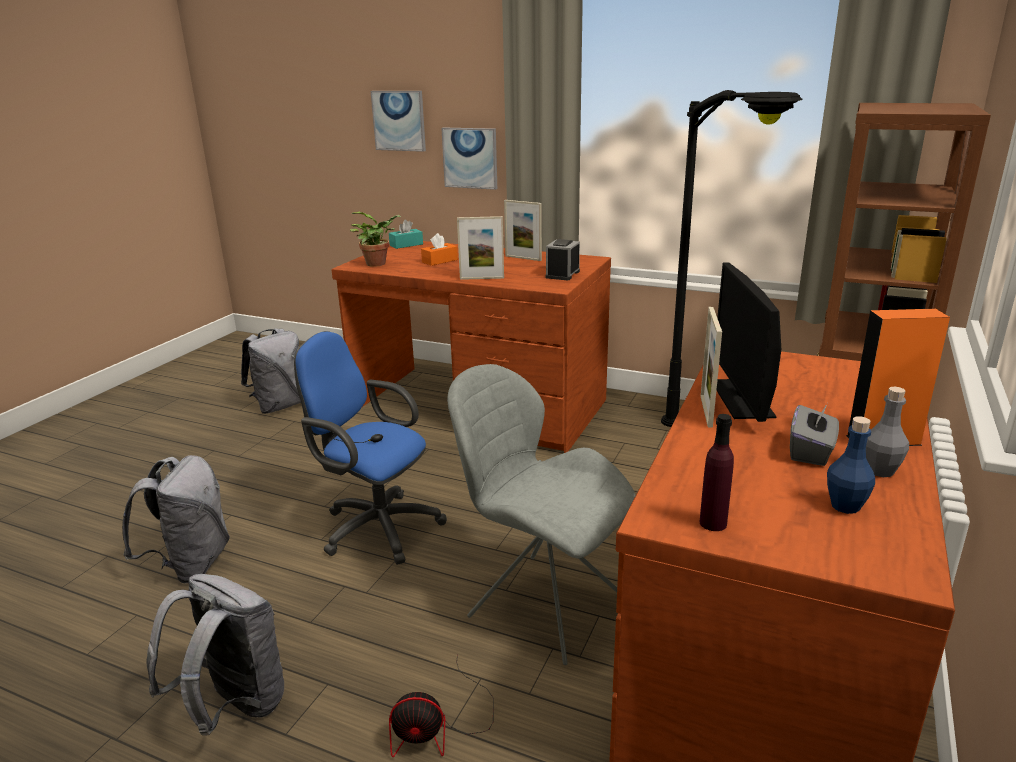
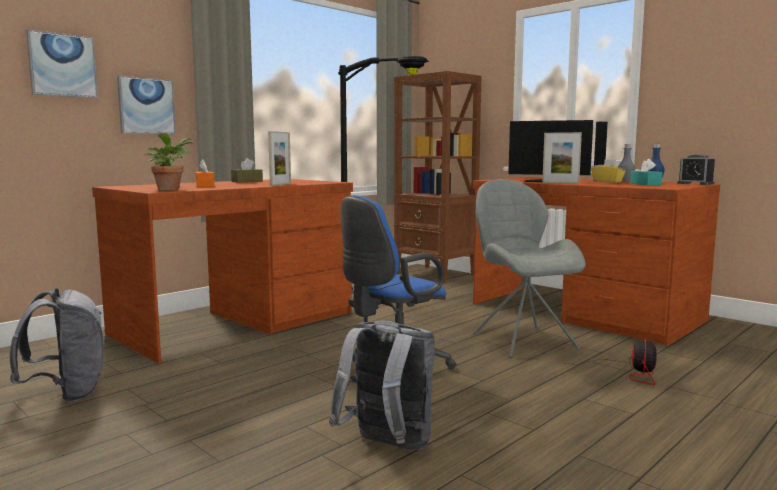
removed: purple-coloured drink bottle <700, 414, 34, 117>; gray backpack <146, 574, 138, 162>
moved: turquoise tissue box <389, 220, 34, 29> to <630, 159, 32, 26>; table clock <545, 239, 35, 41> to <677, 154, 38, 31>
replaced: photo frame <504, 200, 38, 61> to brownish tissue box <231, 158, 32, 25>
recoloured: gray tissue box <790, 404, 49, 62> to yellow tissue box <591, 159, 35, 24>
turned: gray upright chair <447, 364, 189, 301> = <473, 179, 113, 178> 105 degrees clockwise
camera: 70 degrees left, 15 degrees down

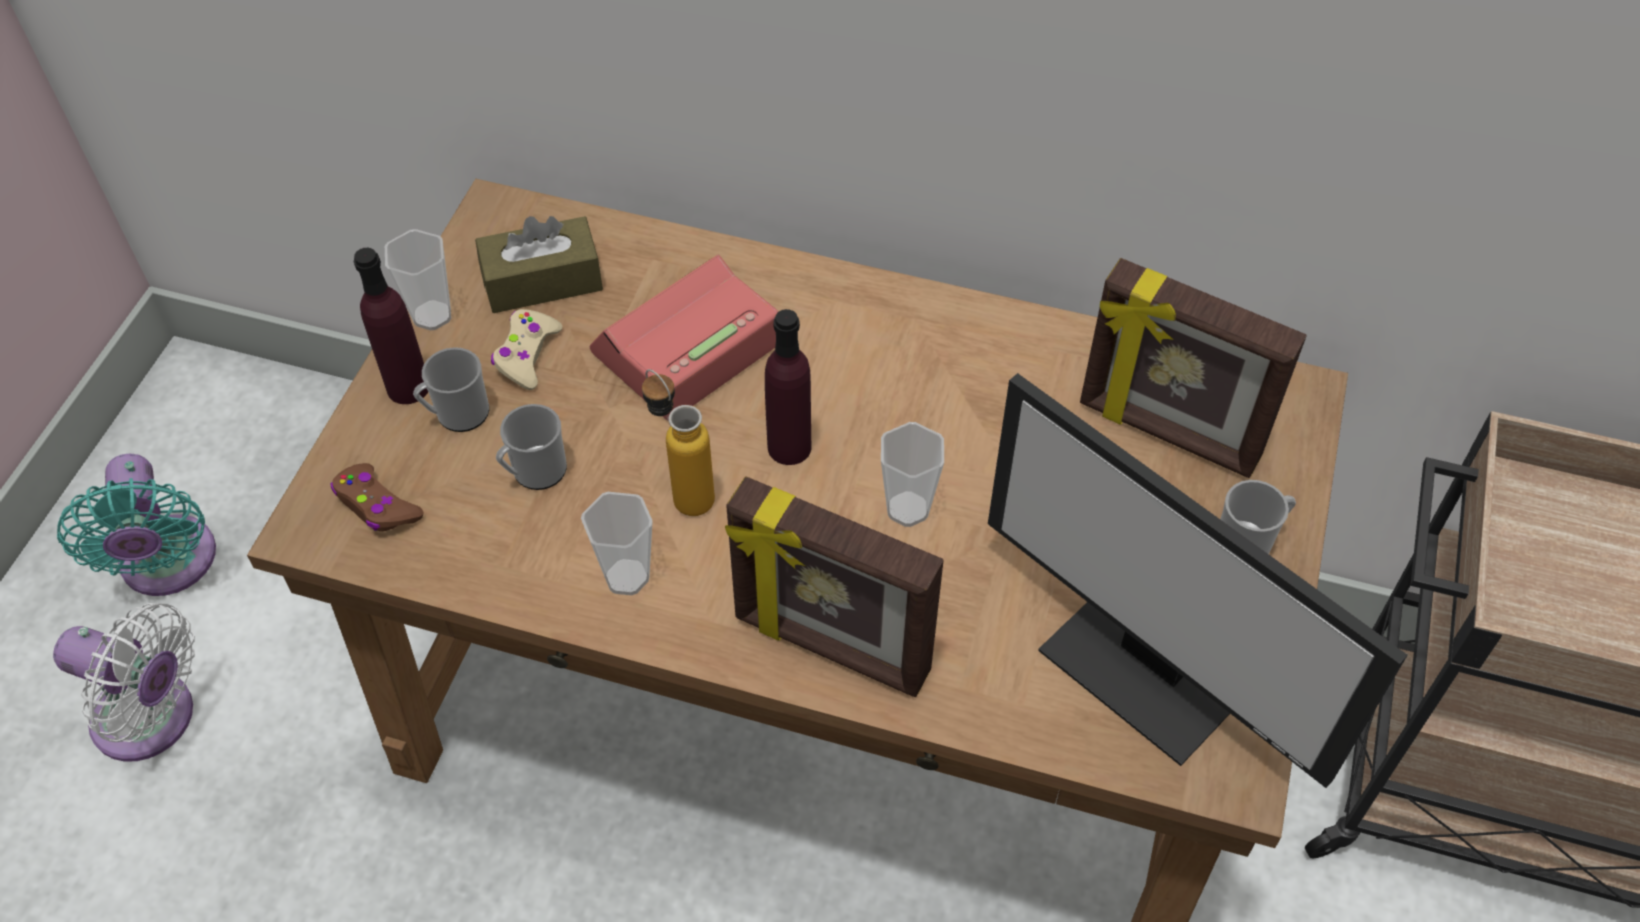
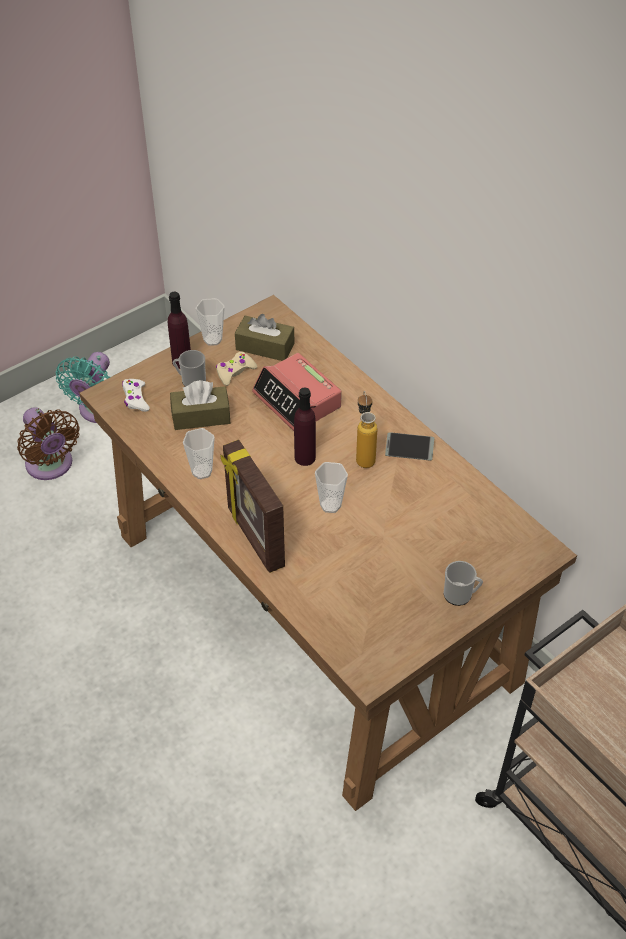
removed: photo frame <1080, 258, 227, 220>; computer screen <988, 373, 420, 415>
added: telephone <385, 432, 49, 28>
moved: drink bottle <642, 369, 73, 147> to <356, 391, 22, 77>
replaced: mug <496, 404, 71, 86> to brownish tissue box <170, 380, 60, 50>
recoloured: brownish joypad <331, 463, 93, 69> to whitish joypad <122, 379, 28, 33>; whitish fan <53, 603, 142, 158> to brownish fan <17, 407, 62, 73>
turned: table clock <590, 255, 189, 166> = <252, 353, 90, 78> 120 degrees counterclockwise
camera: 35 degrees right, 5 degrees down

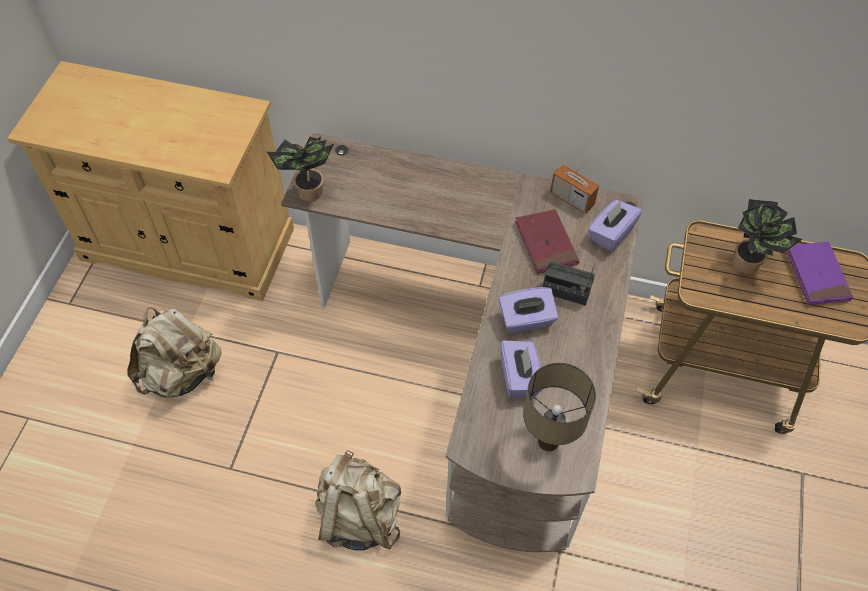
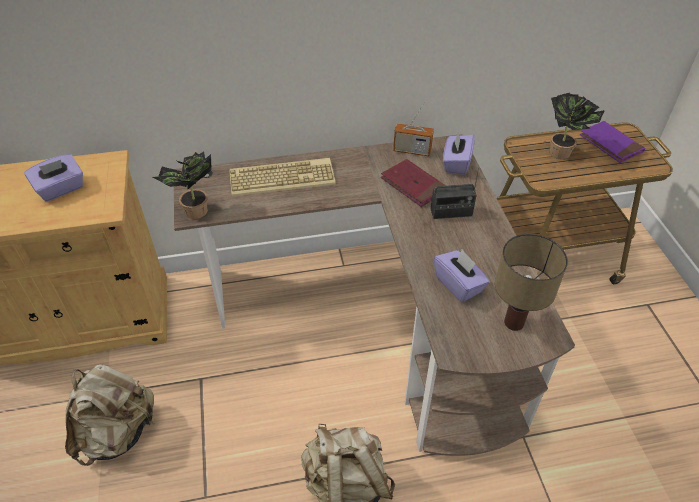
added: keyboard <229, 158, 107, 38>
moved: purple-coloured tissue box <498, 287, 60, 46> to <24, 154, 59, 48>
camera: 25 degrees left, 10 degrees down

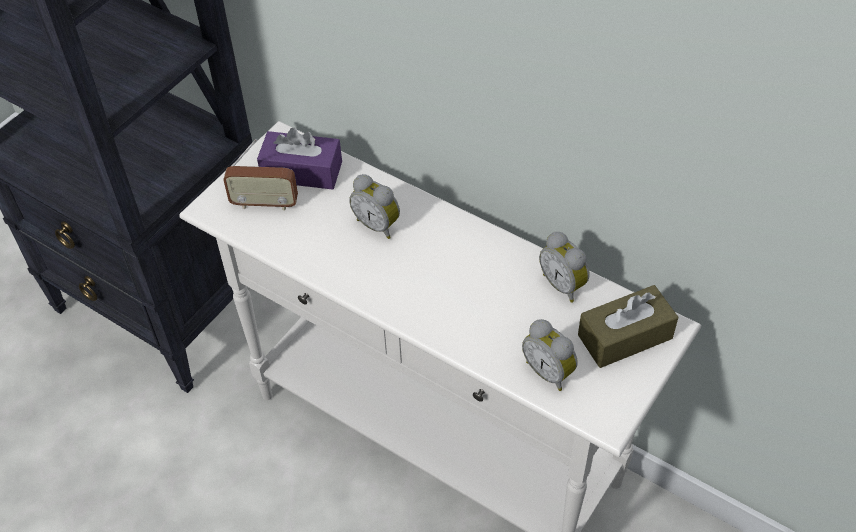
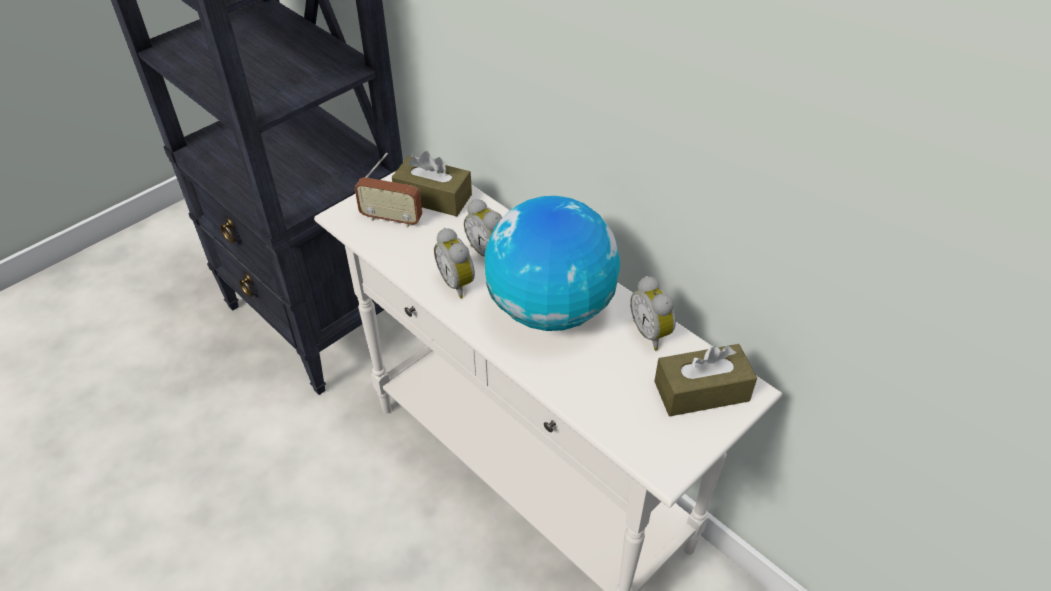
added: globe <485, 196, 135, 135>
moved: table clock <522, 319, 56, 72> to <434, 228, 41, 71>
recoloured: purple-coloured tissue box <257, 128, 85, 62> to brownish tissue box <392, 151, 80, 65>
camera: 10 degrees right, 5 degrees down

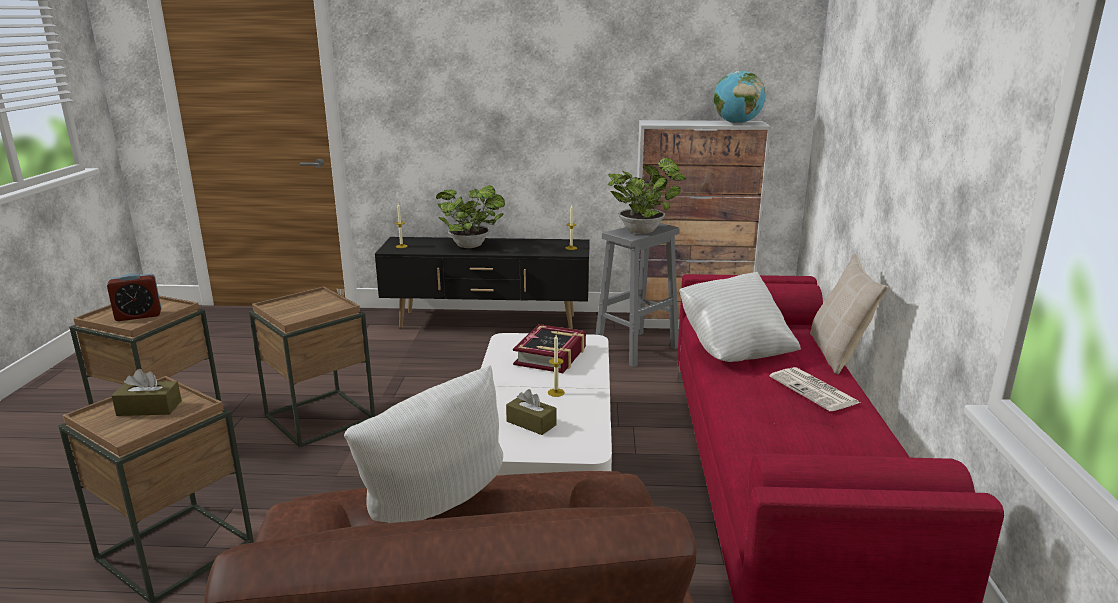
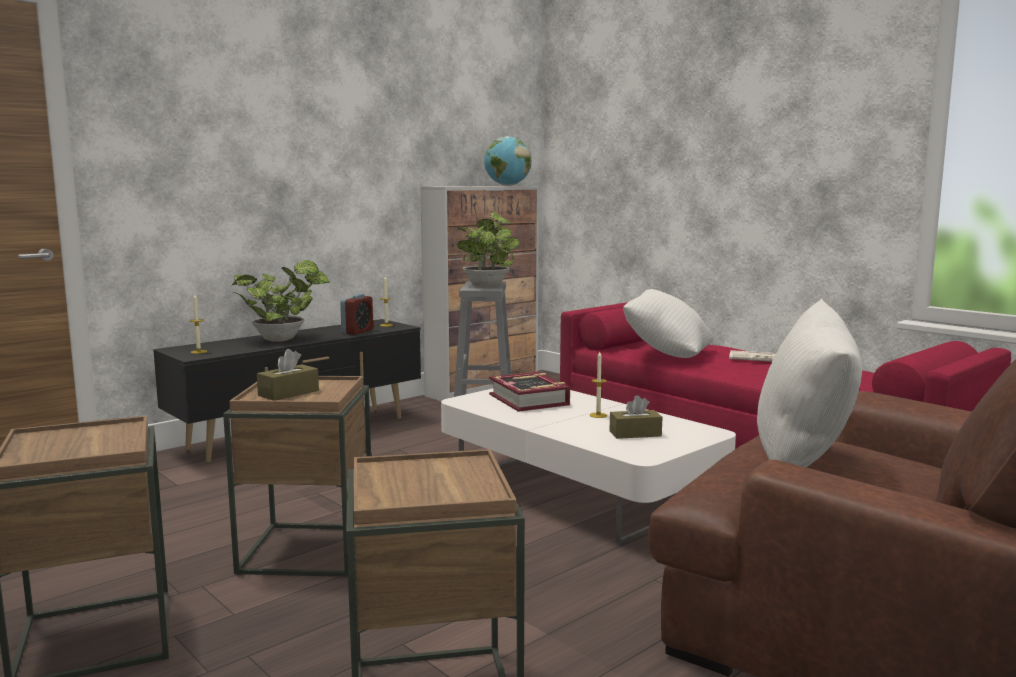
removed: sand-coloured throw pillow <810, 254, 79, 120>
moved: table clock <107, 273, 54, 48> to <340, 294, 33, 41>; brownish tissue box <112, 369, 70, 47> to <257, 349, 62, 52>
camera: 45 degrees left, 10 degrees down

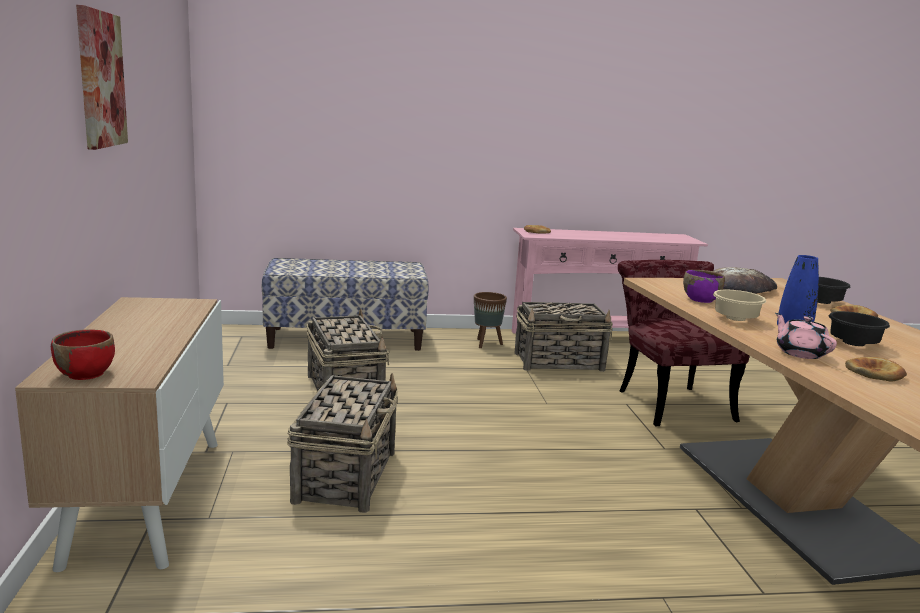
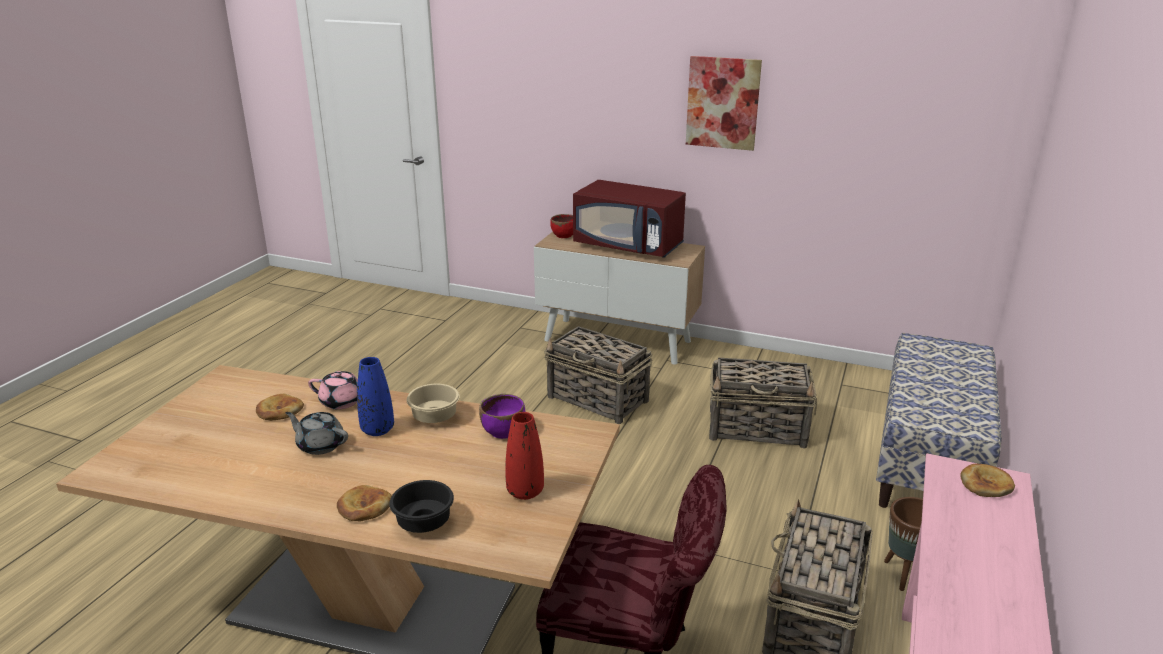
added: red microwave oven <573, 180, 113, 78>
replaced: bread <713, 267, 64, 27> to red vase <505, 412, 39, 88>; blackish deep dish <829, 311, 61, 35> to gray teapot <285, 412, 63, 43>
camera: 120 degrees right, 10 degrees up

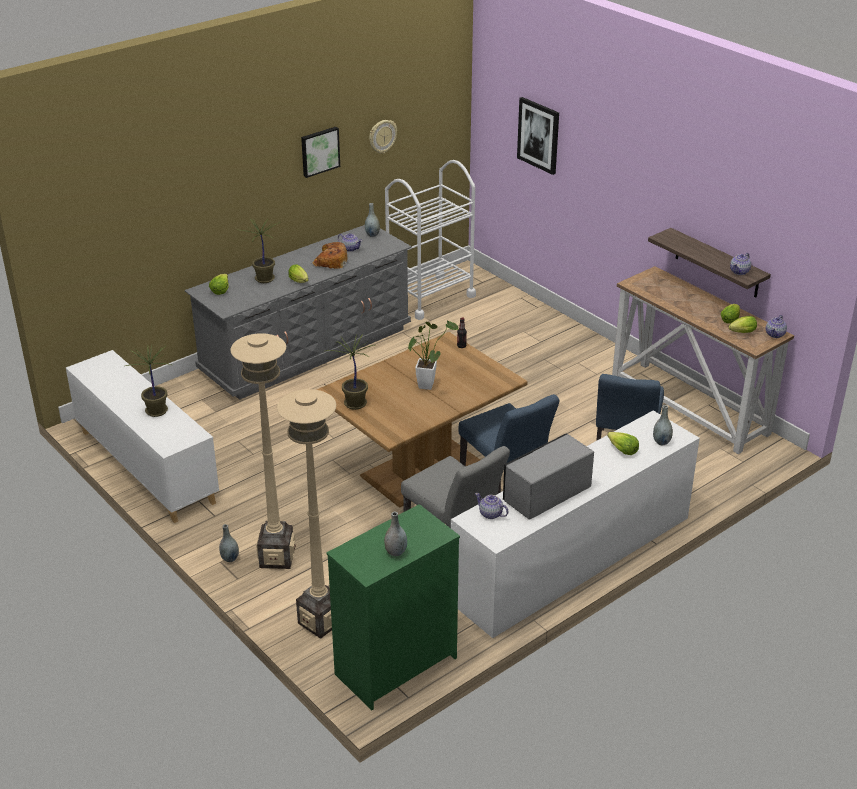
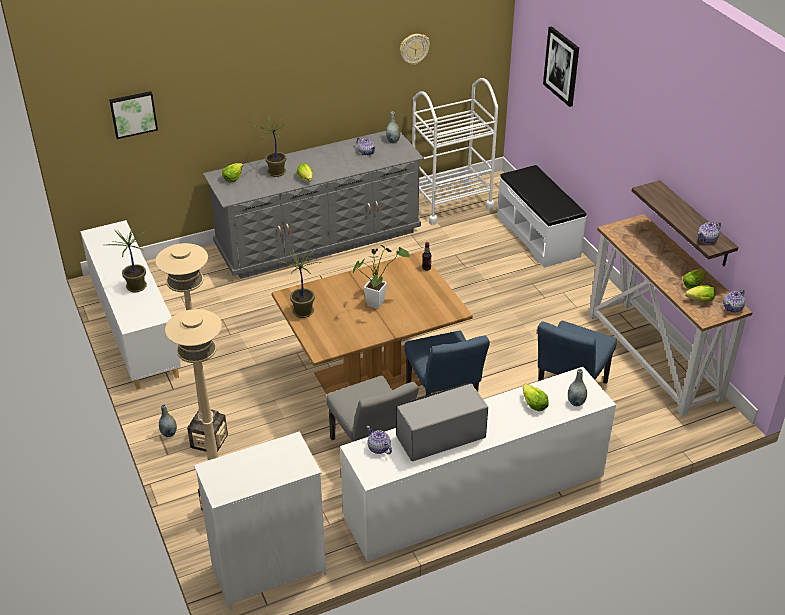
removed: bread <312, 242, 36, 27>; gray vase <384, 512, 23, 44>
added: whitish long seat <497, 165, 90, 103>
moved: wall art <301, 127, 39, 51> to <109, 91, 49, 48>
recoloured: greenish drawer chest <326, 504, 134, 206> to whitish drawer chest <194, 432, 133, 178>
camera: 15 degrees right, 5 degrees up

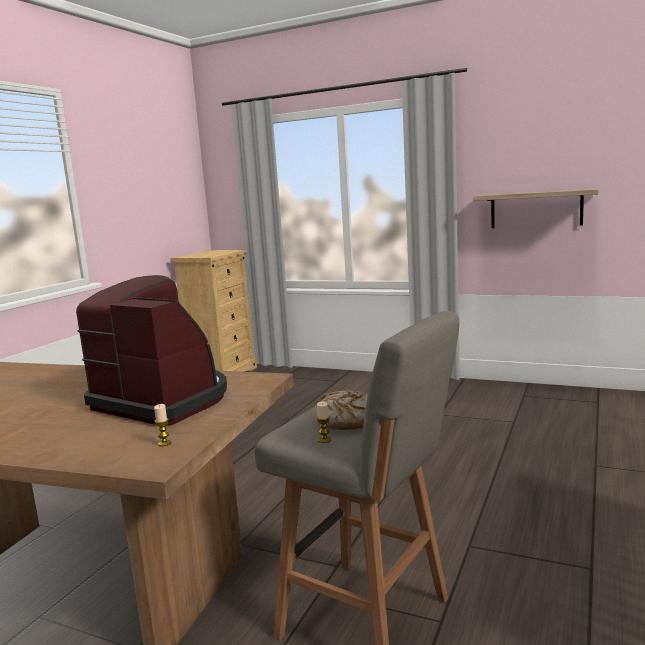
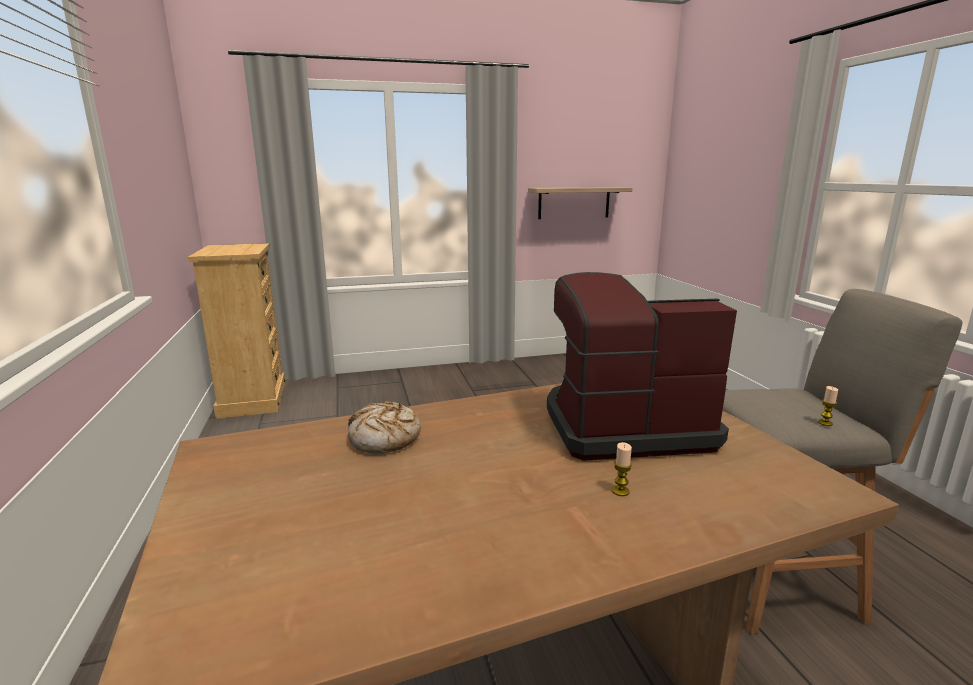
moved: bread <316, 390, 52, 40> to <348, 401, 73, 53>; wax candle <154, 404, 17, 42> to <612, 442, 20, 54>
camera: 40 degrees left, 5 degrees up

